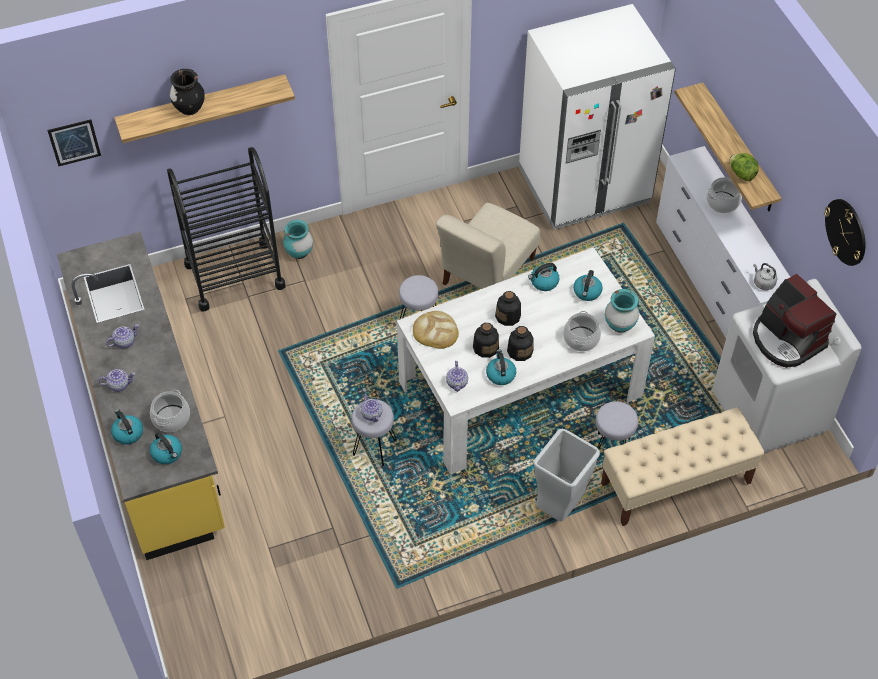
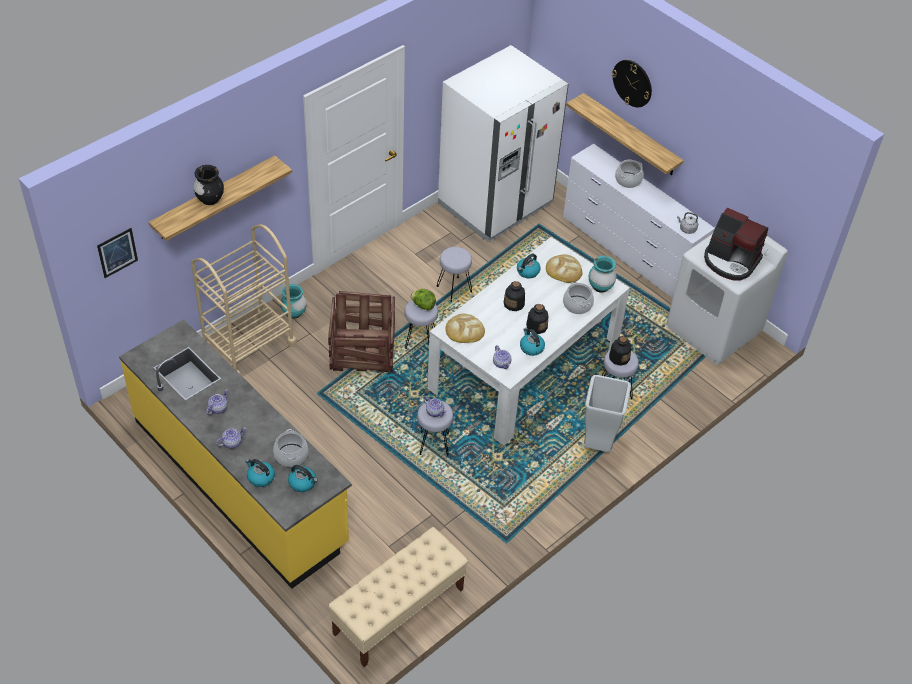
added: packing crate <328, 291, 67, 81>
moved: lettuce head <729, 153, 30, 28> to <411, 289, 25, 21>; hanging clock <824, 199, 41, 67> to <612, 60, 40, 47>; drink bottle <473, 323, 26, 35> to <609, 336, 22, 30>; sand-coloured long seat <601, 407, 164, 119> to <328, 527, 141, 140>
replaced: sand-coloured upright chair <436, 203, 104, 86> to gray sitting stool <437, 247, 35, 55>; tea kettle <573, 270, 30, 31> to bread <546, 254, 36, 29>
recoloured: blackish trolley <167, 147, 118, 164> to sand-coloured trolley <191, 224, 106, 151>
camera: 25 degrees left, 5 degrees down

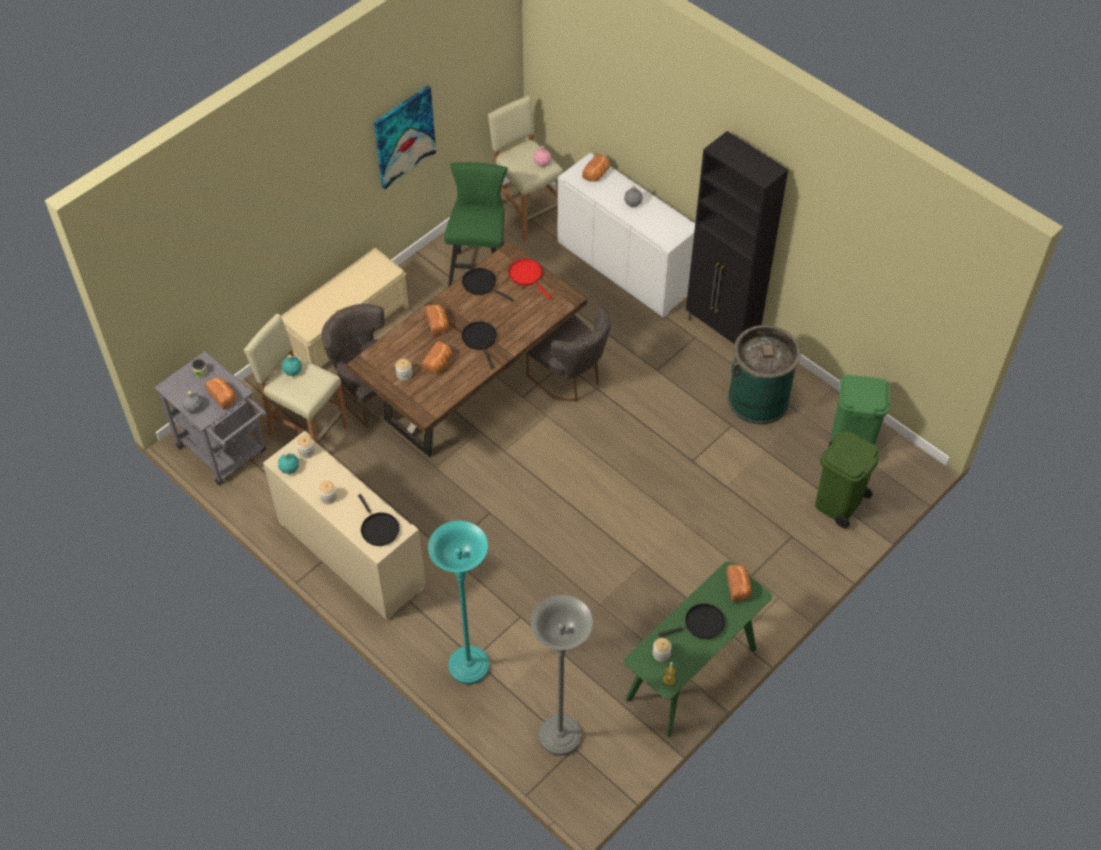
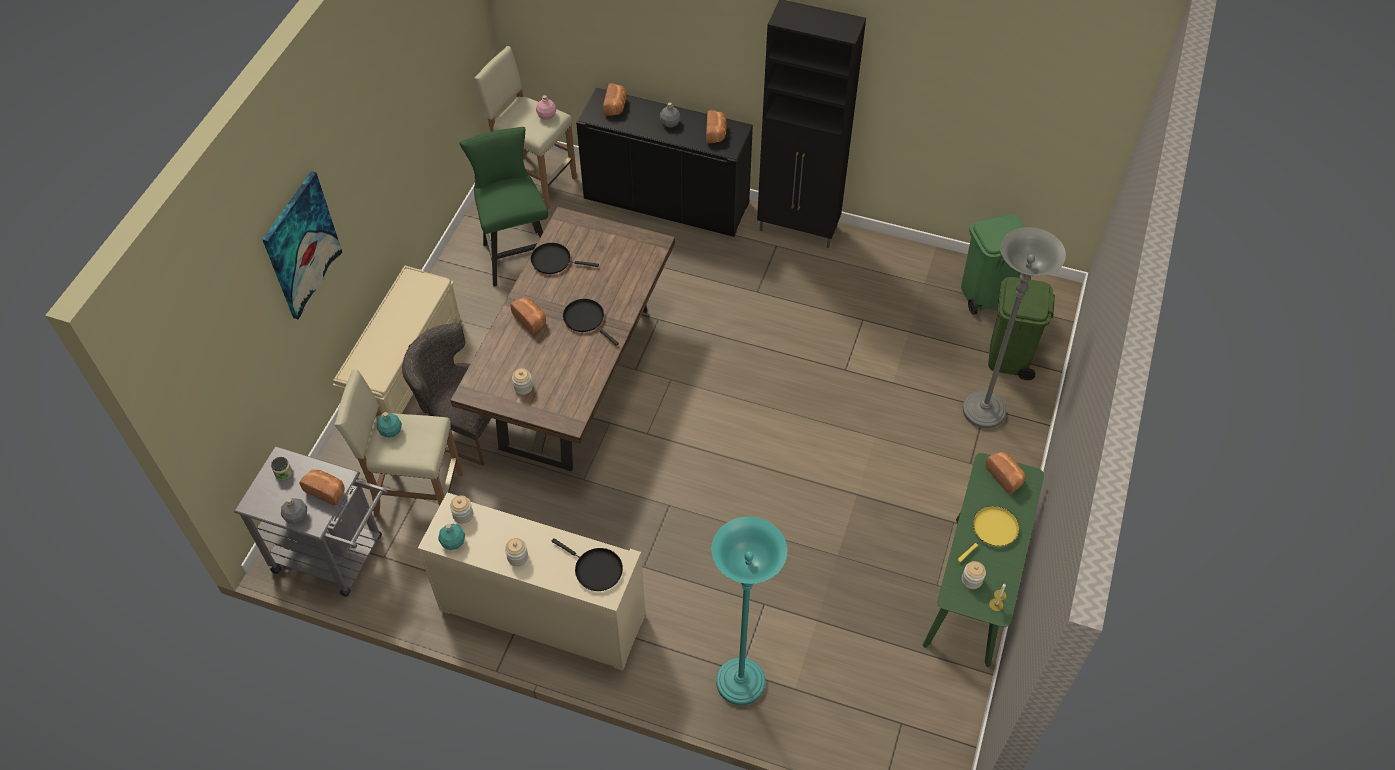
removed: red frying pan <508, 259, 43, 40>; gray upright chair <526, 306, 85, 95>; greenish waste bin <728, 325, 73, 99>
moved: wall art <374, 86, 62, 103> to <262, 171, 81, 148>; bread <423, 341, 29, 32> to <706, 110, 21, 33>; gray standard lamp <531, 595, 62, 161> to <963, 227, 103, 201>
recoloured: whitish storage cabinet <558, 153, 137, 164> to blackish storage cabinet <576, 88, 177, 149>; blackish frying pan <658, 604, 67, 35> to yellow frying pan <957, 506, 62, 56>
camera: 25 degrees left, 0 degrees up

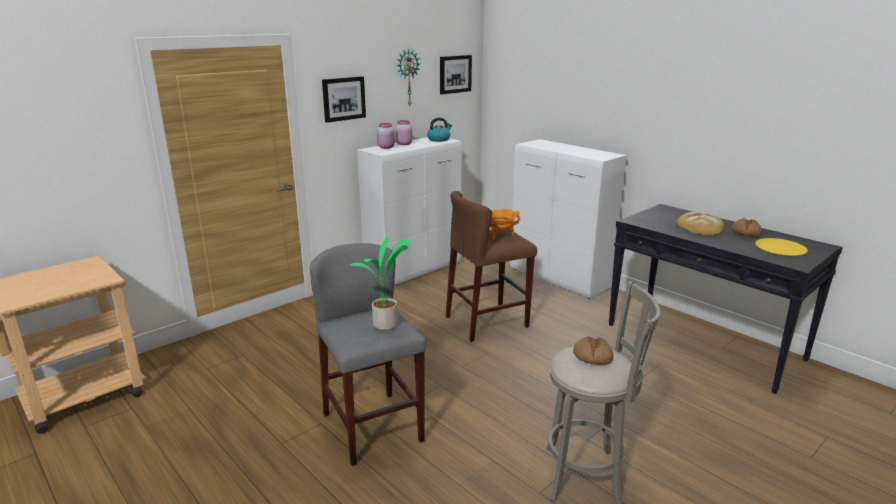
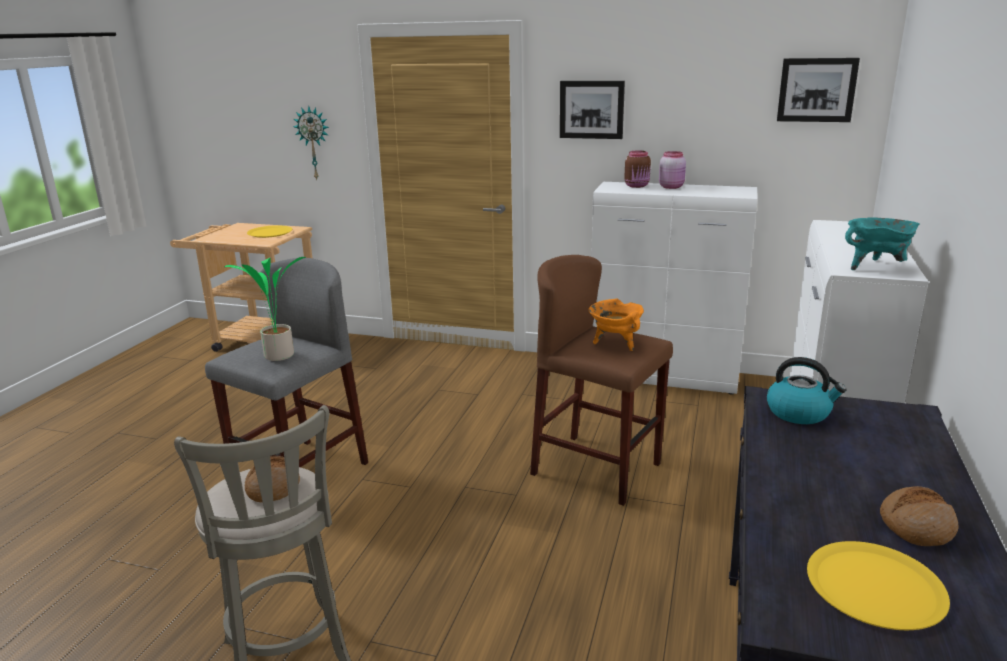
removed: bread <676, 212, 48, 24>
added: turquoise stockpot <845, 217, 74, 53>; yellow plate <247, 225, 45, 13>
moved: hanging clock <396, 48, 24, 58> to <293, 106, 36, 74>; tea kettle <427, 117, 25, 25> to <767, 357, 80, 67>
recoloured: pink-coloured preserve jar <377, 123, 18, 26> to brownish preserve jar <624, 151, 27, 37>
camera: 60 degrees right, 0 degrees up

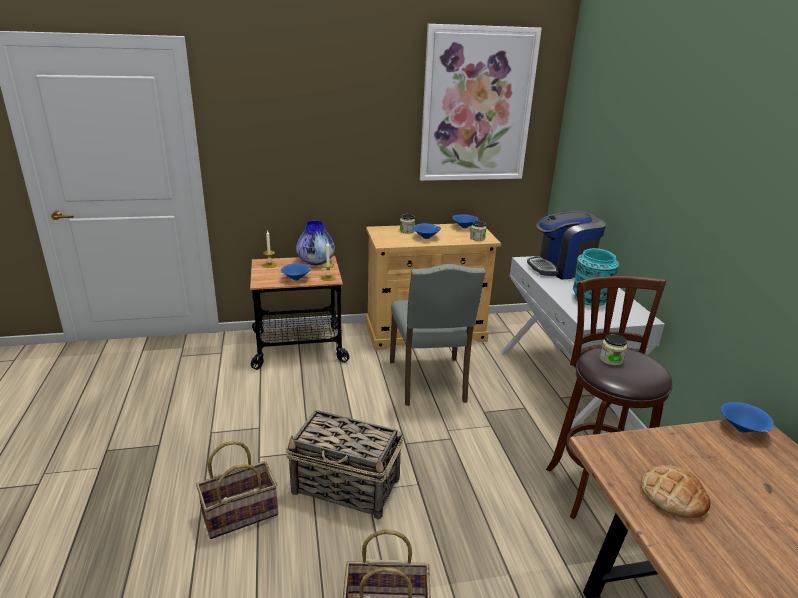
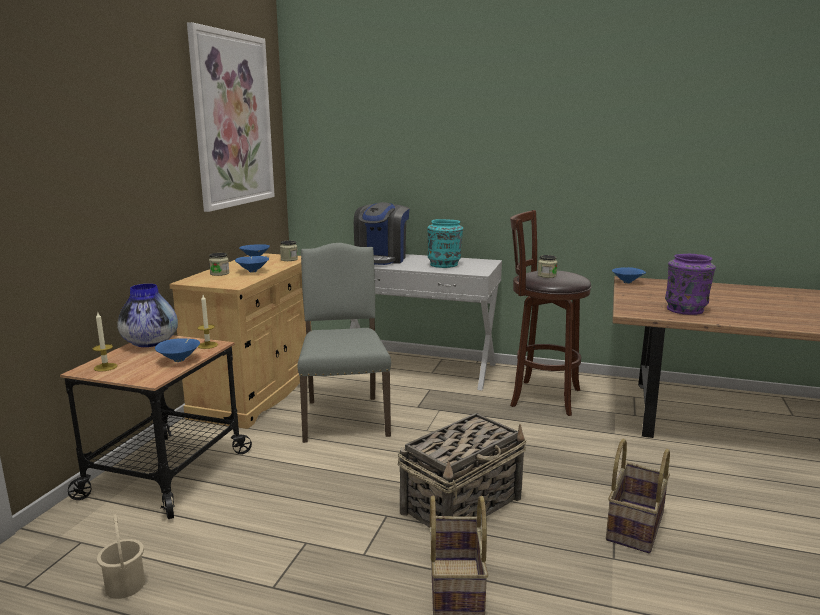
added: sand-coloured pail <97, 514, 48, 85>
replaced: bread <641, 465, 70, 53> to purple-coloured vase <665, 254, 51, 61>
turned: gray upright chair <390, 264, 95, 142> = <298, 243, 93, 200> 120 degrees counterclockwise
camera: 60 degrees left, 10 degrees down

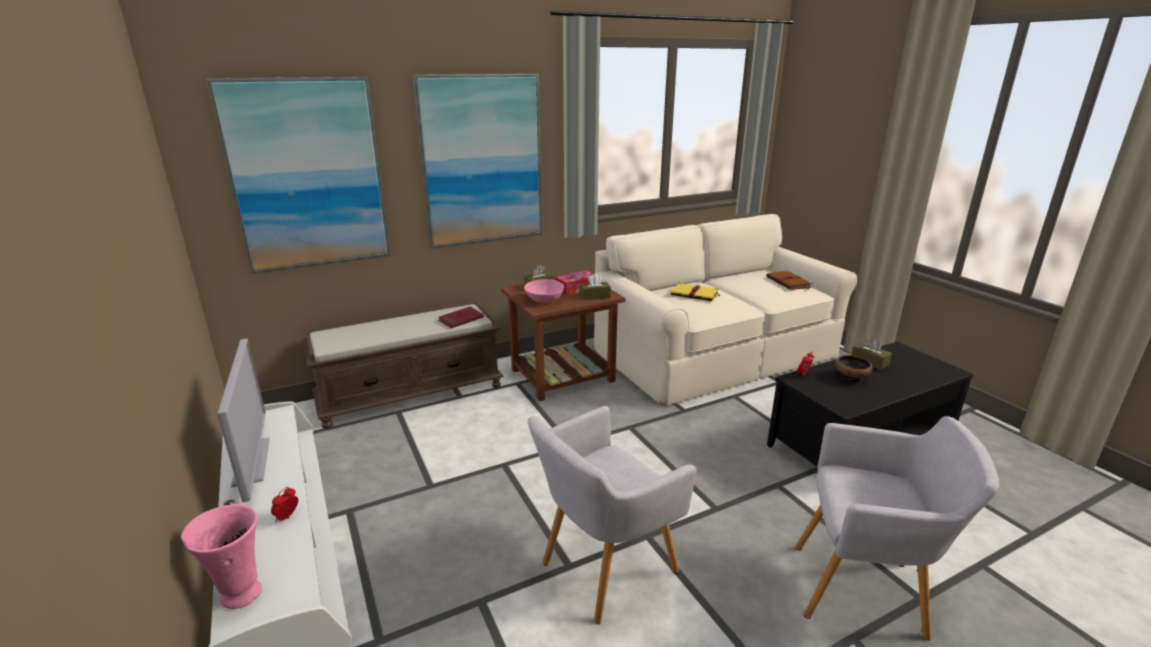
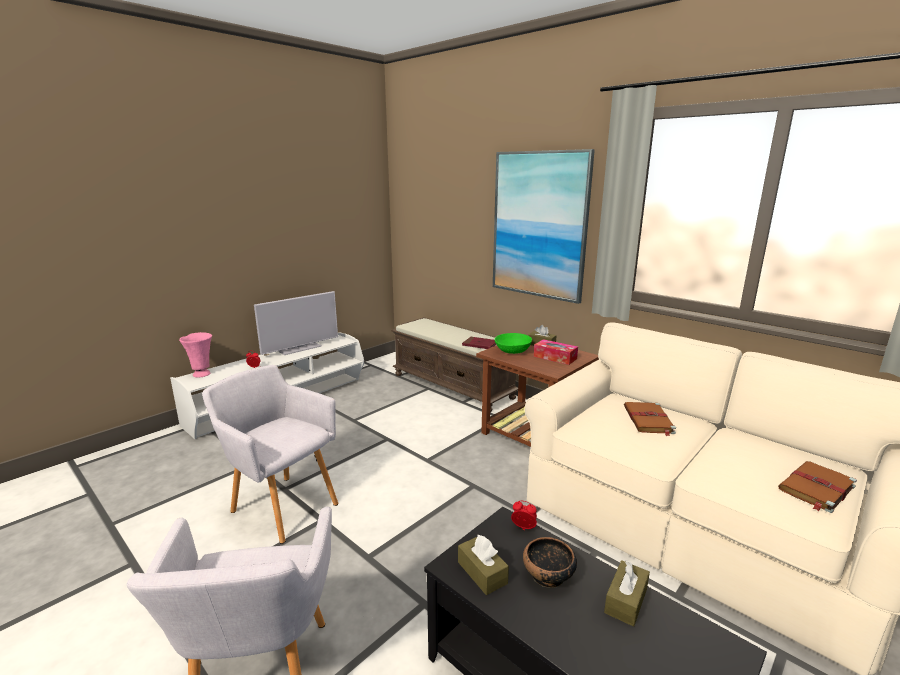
removed: wall art <206, 77, 185, 197>
moved: brownish tissue box <580, 273, 31, 27> to <458, 535, 51, 60>
recoloured: pink-coloured deep dish <524, 279, 40, 24> to greenish deep dish <495, 333, 37, 21>; yellow bound book <671, 283, 50, 18> to brownish bound book <624, 402, 52, 34>
camera: 70 degrees right, 5 degrees down

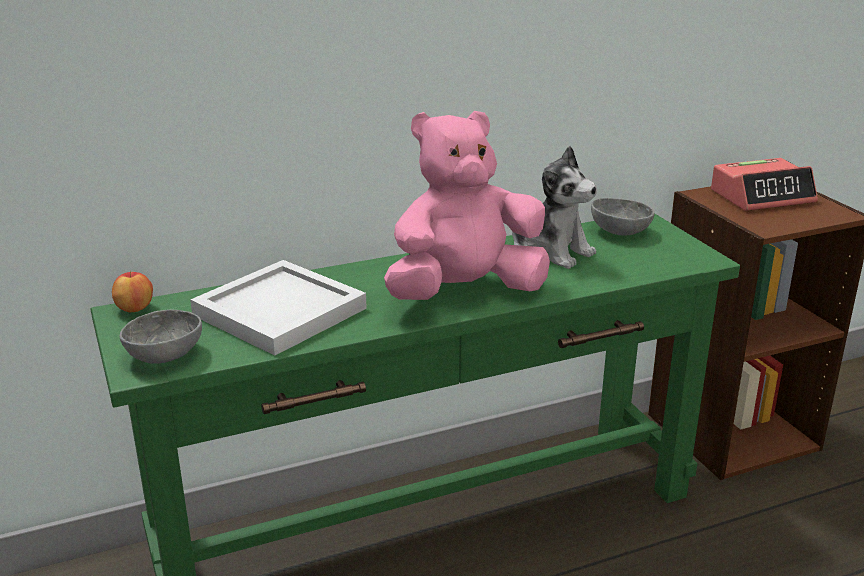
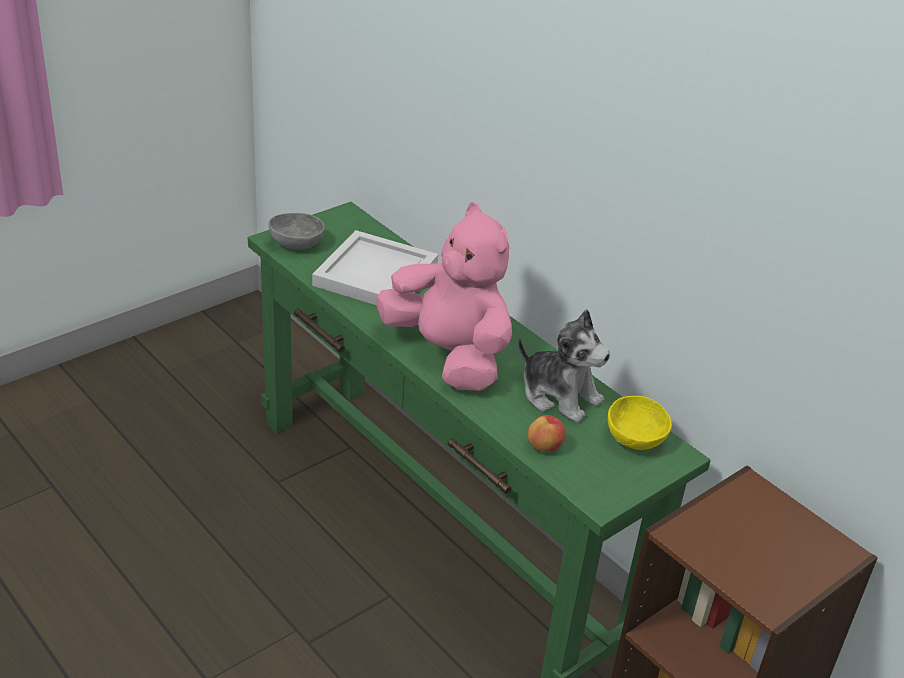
removed: table clock <711, 158, 107, 53>
moved: whole apple <112, 271, 41, 41> to <528, 415, 38, 37>
recoloured: gray deep dish <591, 198, 64, 38> to yellow deep dish <608, 396, 64, 54>
turned: soft toy <512, 146, 85, 123> = <518, 309, 92, 114> 75 degrees counterclockwise
camera: 70 degrees right, 10 degrees up

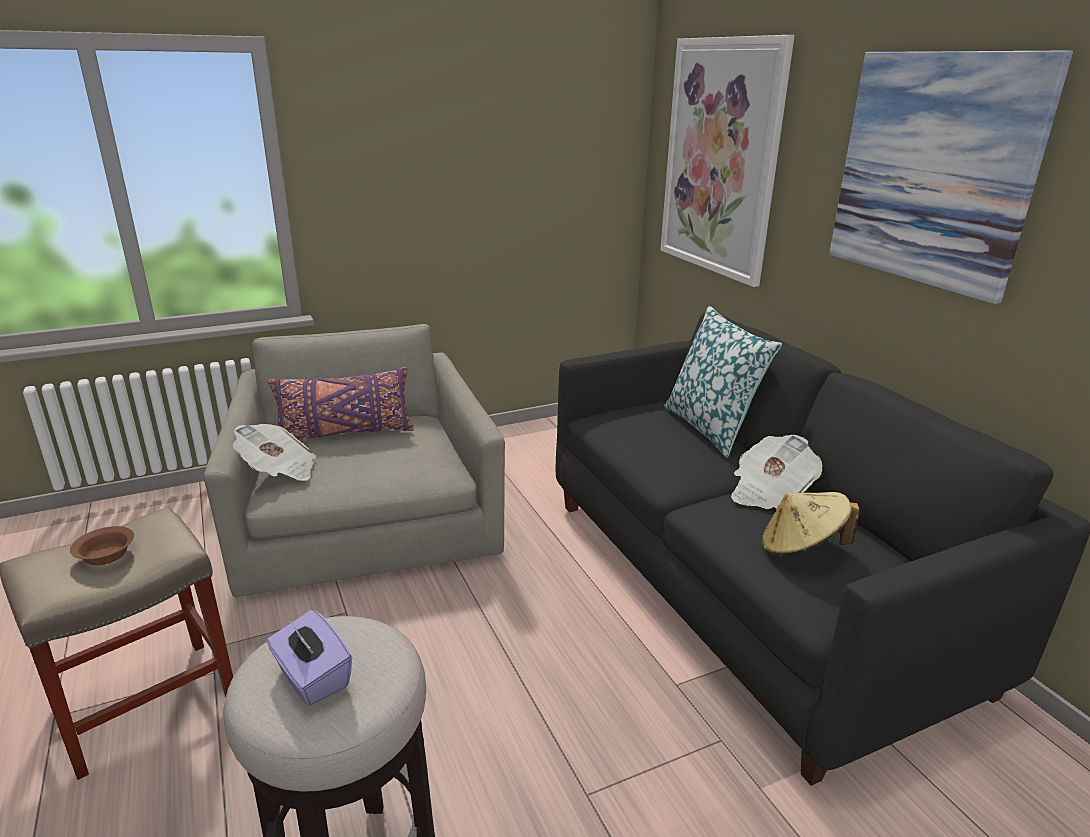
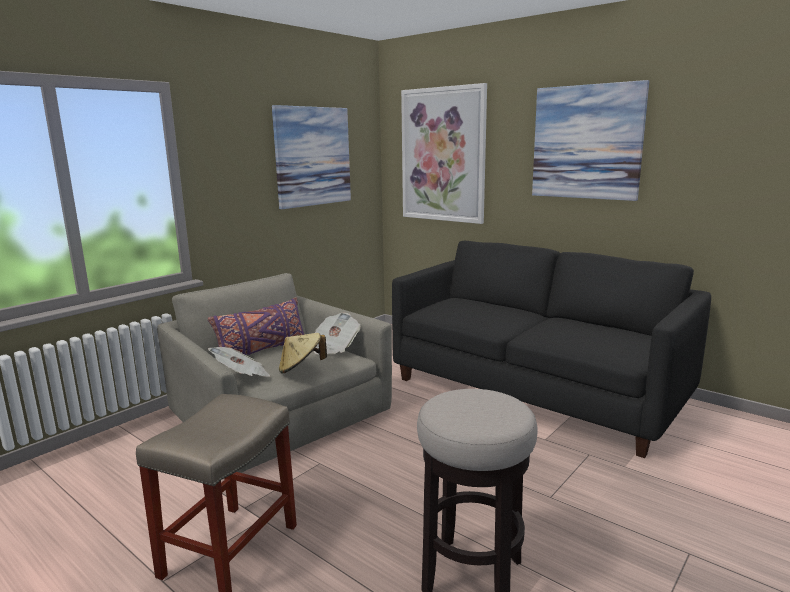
removed: throw pillow <664, 306, 118, 152>; brownish deep dish <70, 526, 64, 39>; purple-coloured tissue box <267, 610, 85, 96>
added: wall art <272, 105, 79, 104>
moved: daily paper <731, 435, 91, 74> to <314, 313, 47, 42>; sand-coloured hat <762, 492, 98, 65> to <279, 333, 48, 41>
camera: 25 degrees left, 10 degrees down

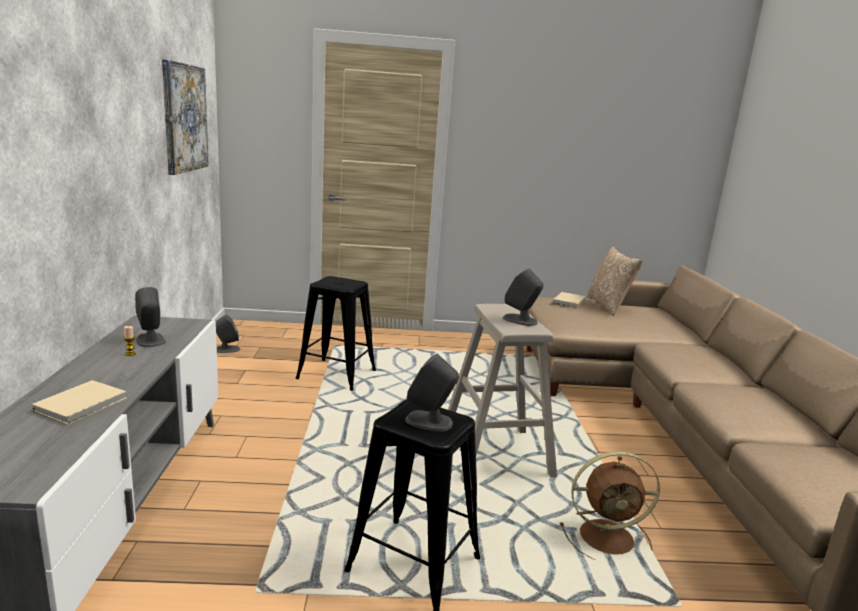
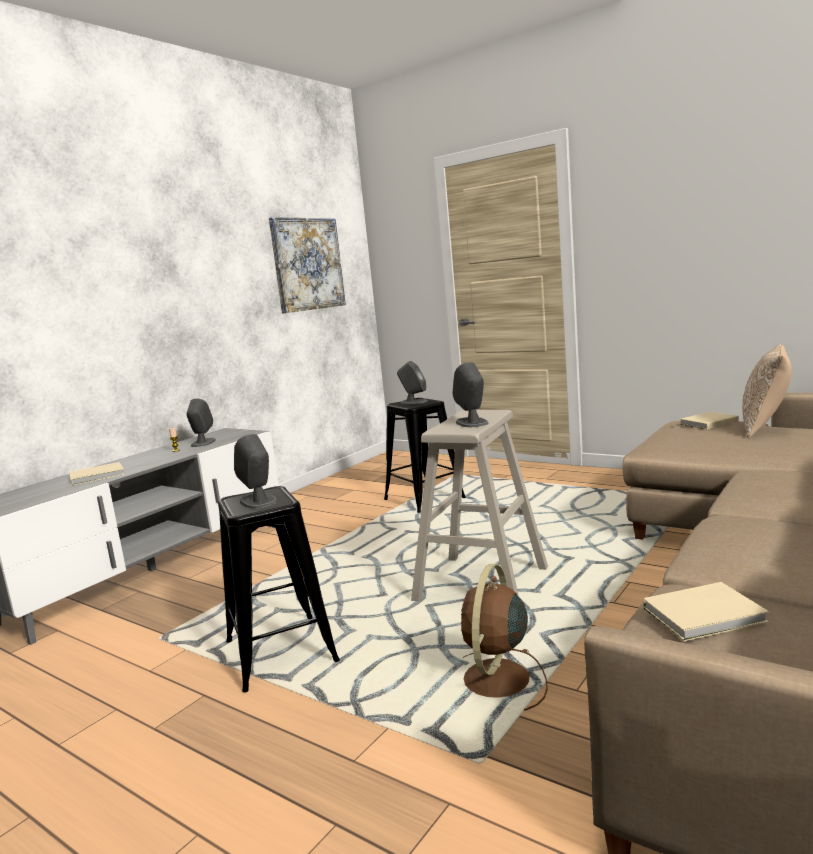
added: sand-coloured bound book <643, 582, 126, 59>
moved: gray speaker <216, 315, 24, 38> to <397, 361, 31, 43>
turned: brownish fan <560, 451, 100, 109> = <461, 564, 87, 147> 75 degrees clockwise
camera: 40 degrees right, 5 degrees down

